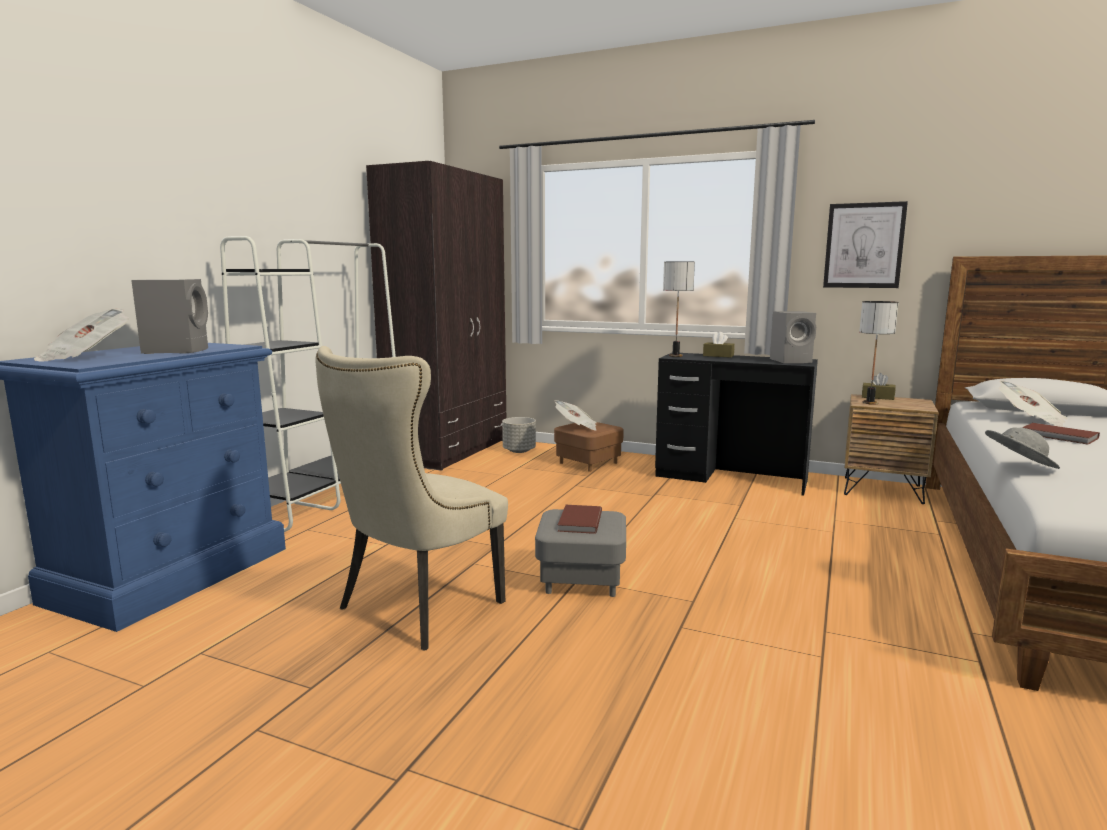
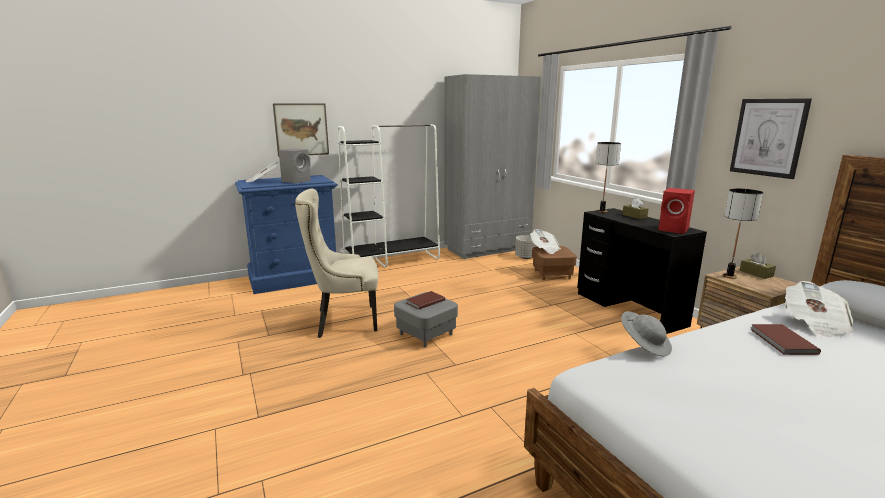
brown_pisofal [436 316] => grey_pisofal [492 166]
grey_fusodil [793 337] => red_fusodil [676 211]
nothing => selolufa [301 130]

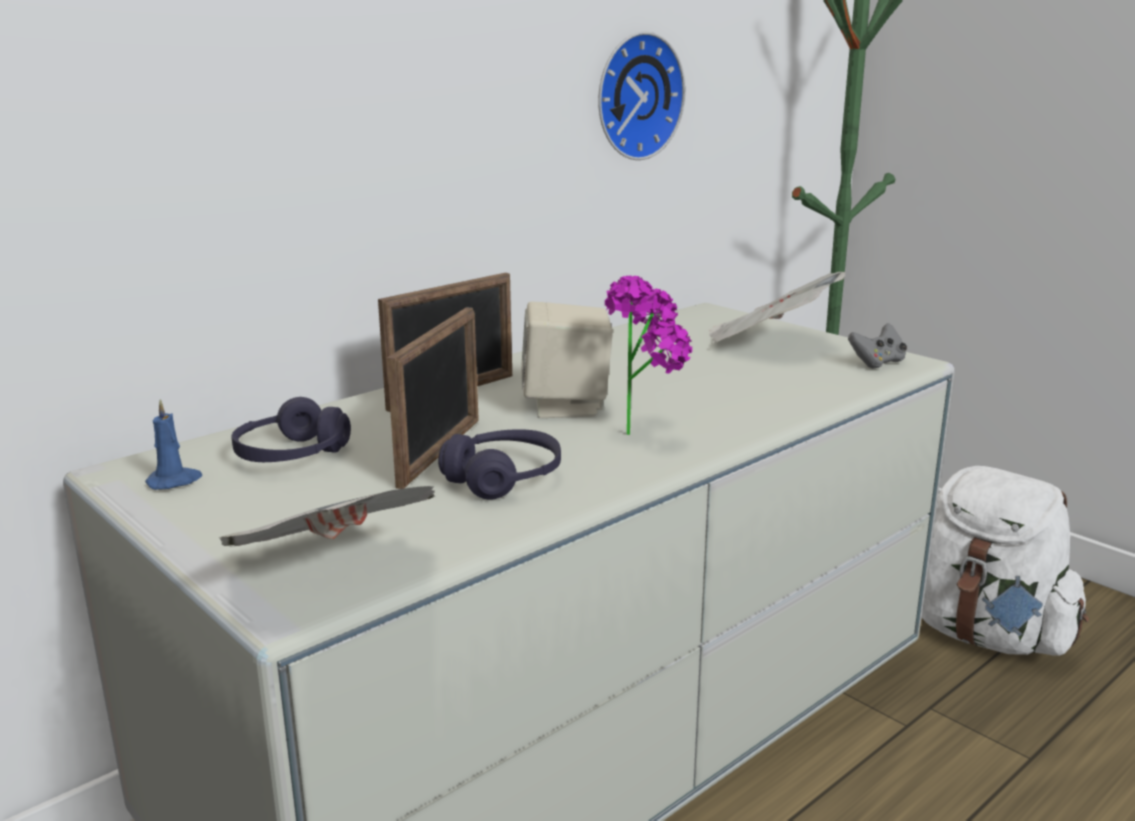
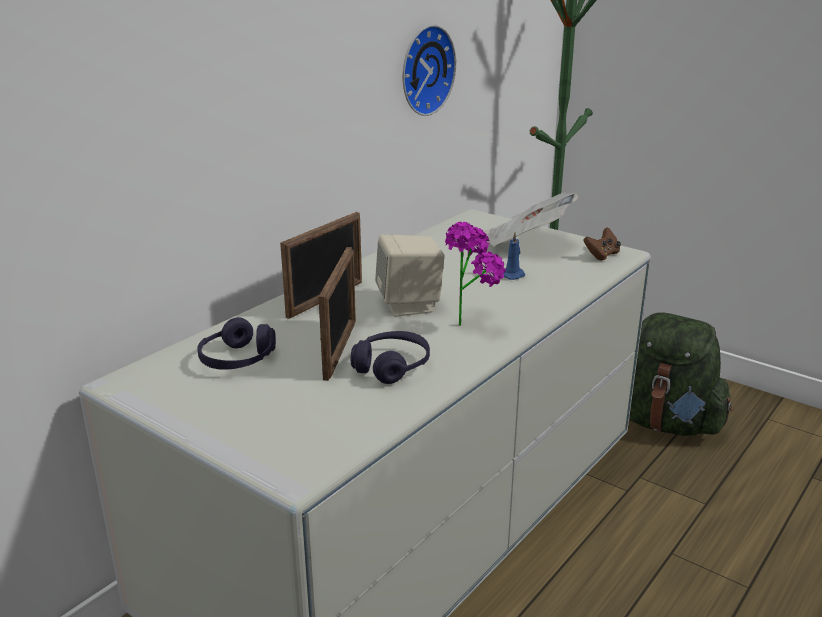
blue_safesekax [173 444] => blue_safesekax [514 256], relocated
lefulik [326 516] => nothing
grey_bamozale [877 345] => brown_bamozale [602 243]
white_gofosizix [1005 561] => green_gofosizix [681 374]

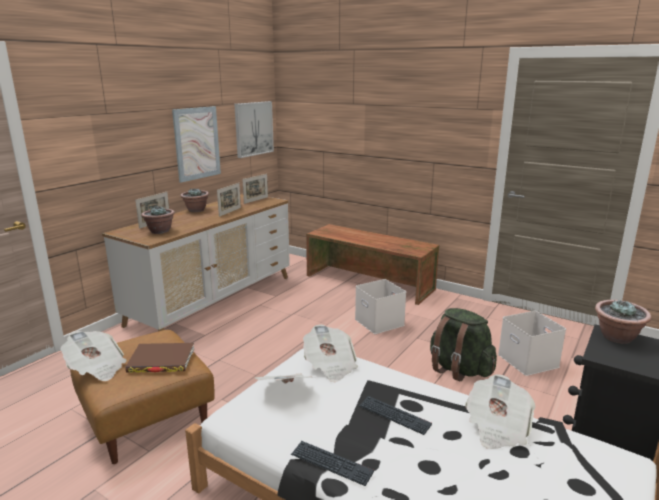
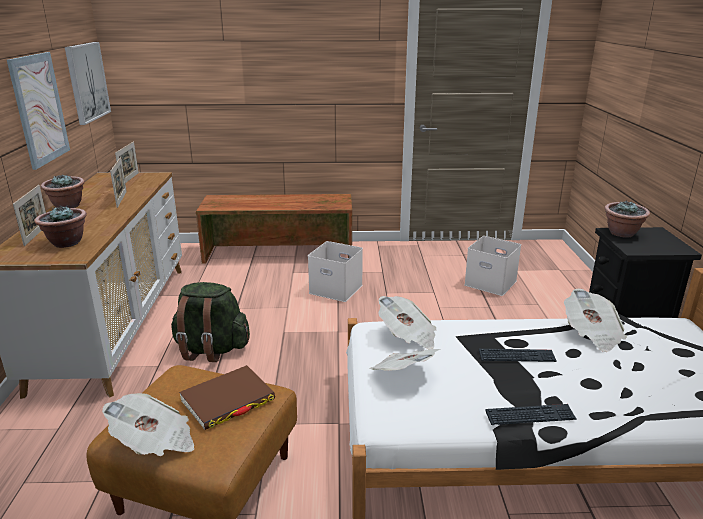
green_gofosizix [463 344] => green_gofosizix [210 322], relocated

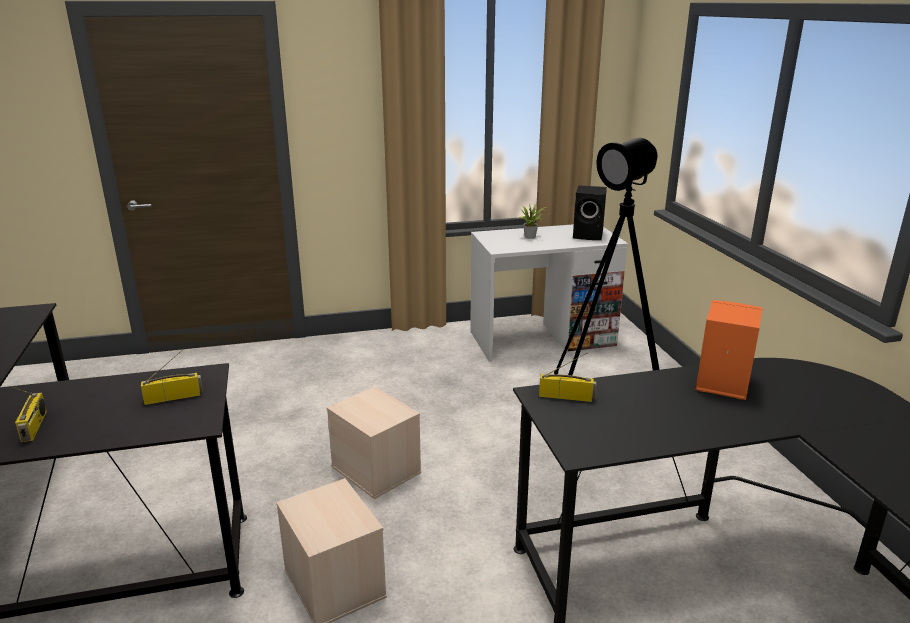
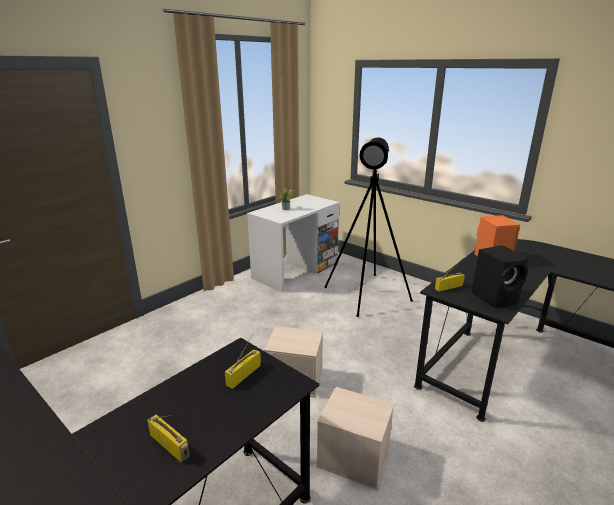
black_fusodil [590 212] => black_fusodil [500 276], relocated

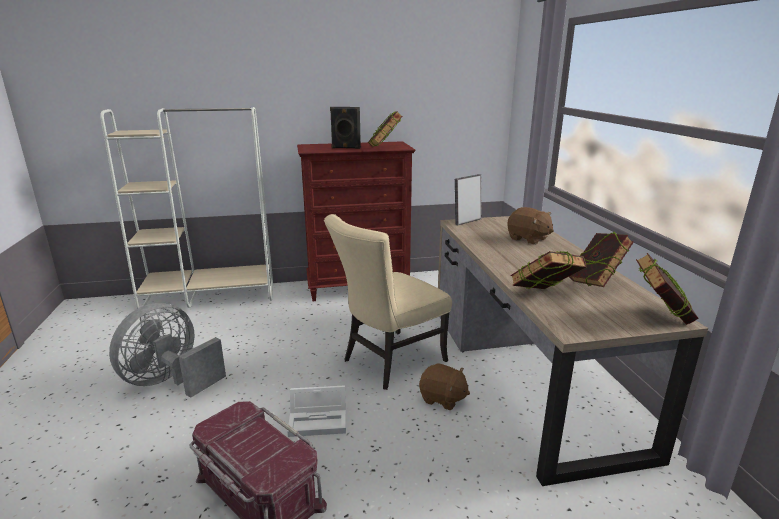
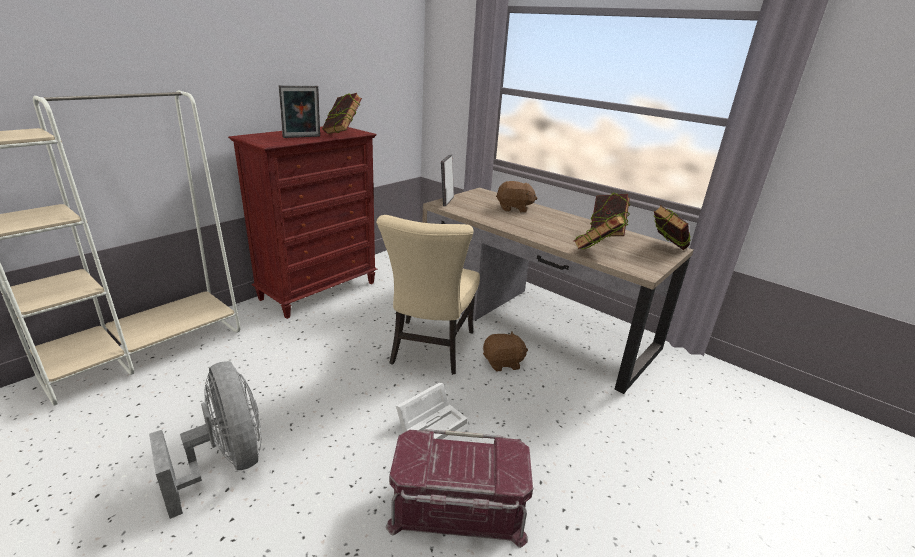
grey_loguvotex [167 350] => grey_loguvotex [205 440], 150 degrees clockwise
black_fusodil [345 128] => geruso [299 111]

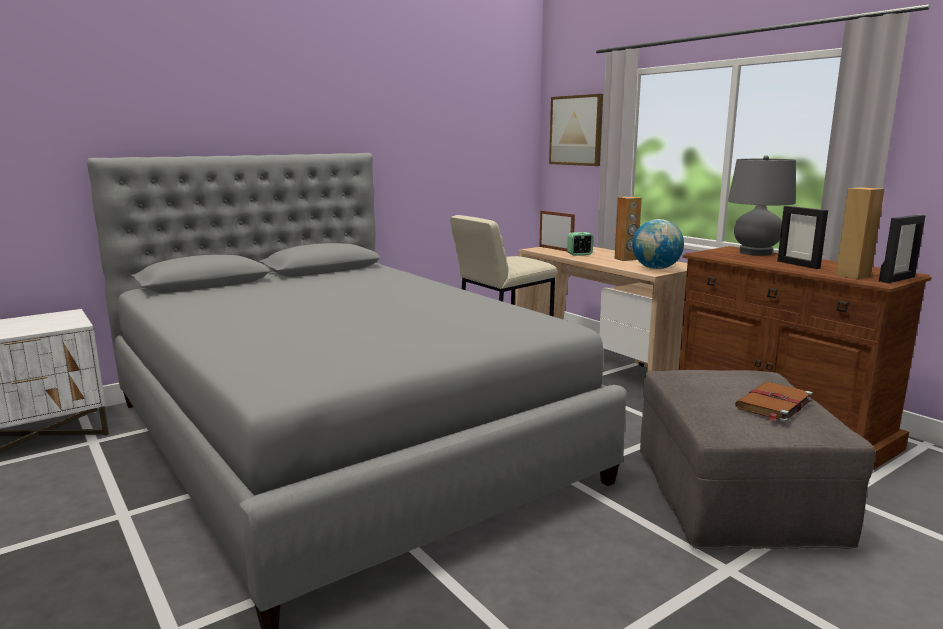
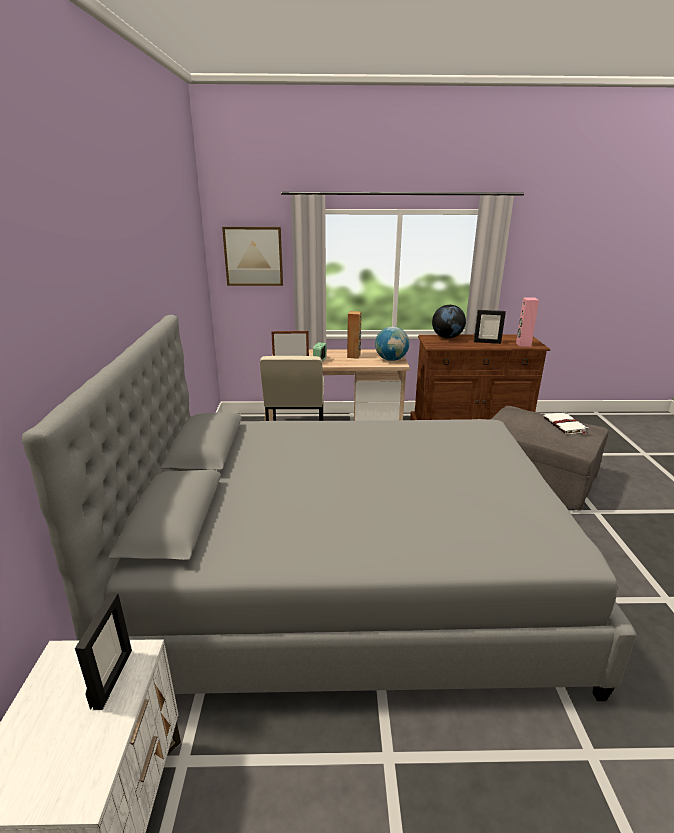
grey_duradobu [762 205] => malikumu [449 322]
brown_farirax [774 402] => white_farirax [566 423]
brown_fusodil [860 233] => pink_fusodil [527 322]
geruso [902 249] => geruso [103 651], relocated

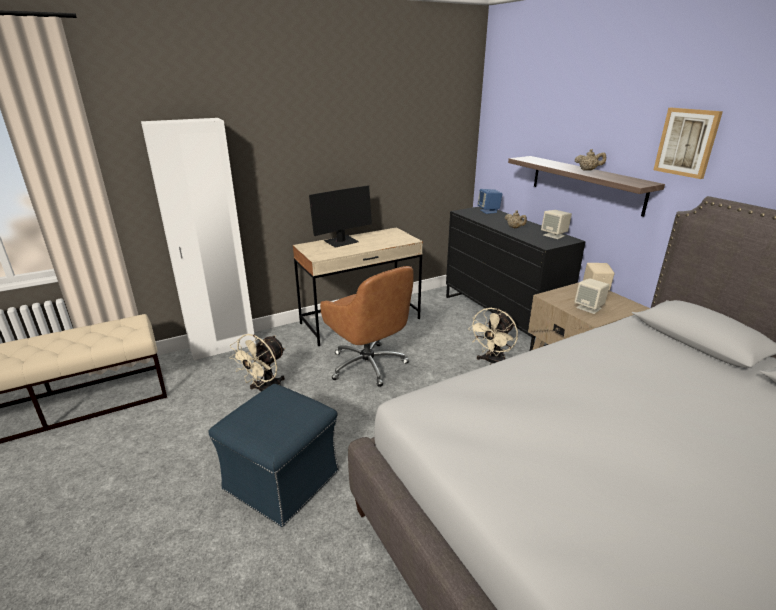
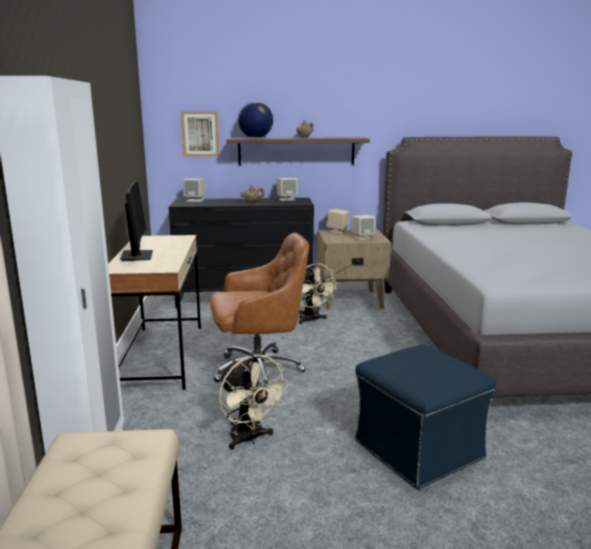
blue_fusodil [489 201] => beige_fusodil [194 190]
selolufa [688 143] => selolufa [200 134], relocated
nothing => malikumu [255 120]

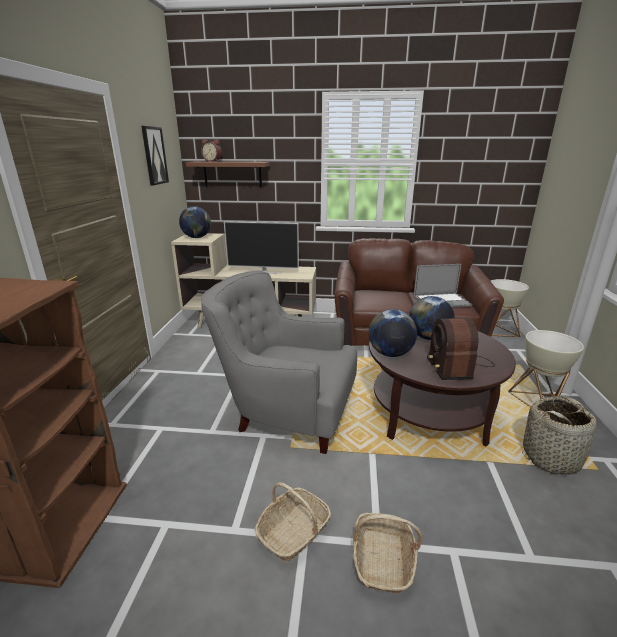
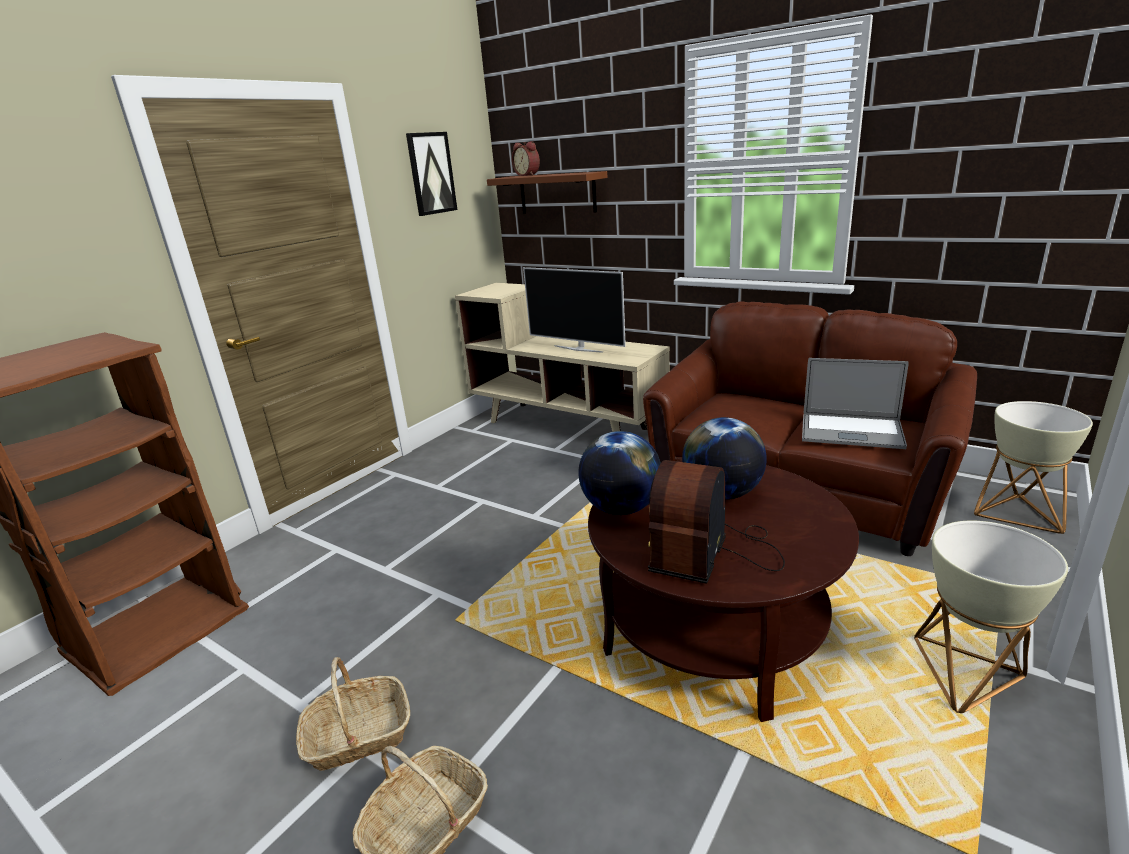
malikumu [195 222] => nothing
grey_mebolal [279 362] => nothing
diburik [559 435] => nothing

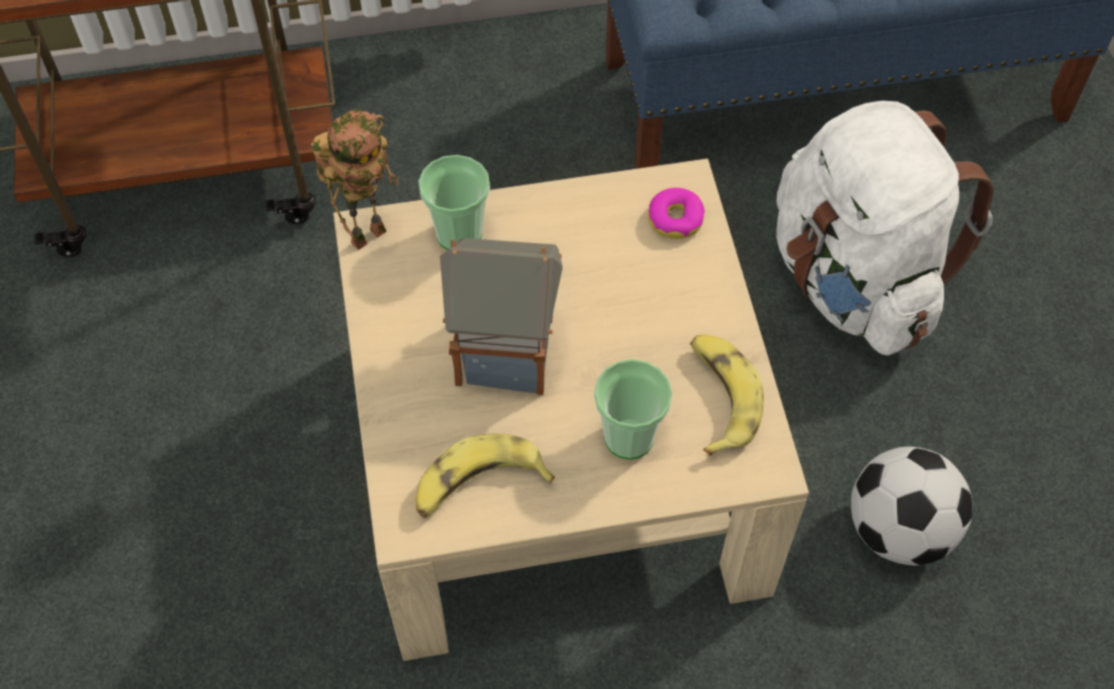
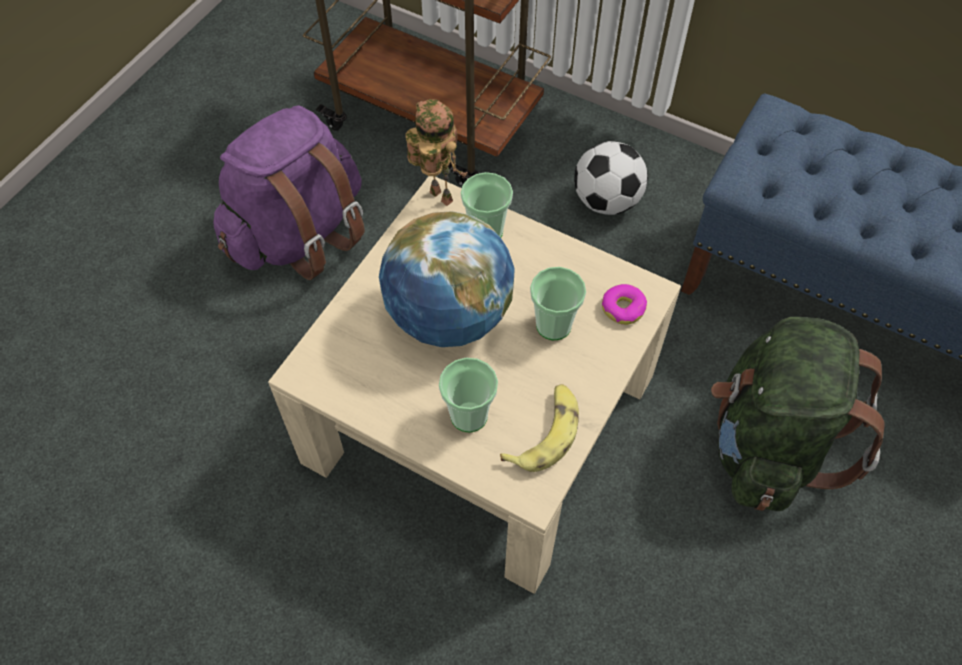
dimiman [355 180] => dimiman [436 152], 135 degrees counterclockwise
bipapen [485 475] => nothing
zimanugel [501 316] => malikumu [447 279]
white_gofosizix [885 228] => green_gofosizix [798 414]
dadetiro [911 506] => dadetiro [611 178], relocated
nothing => purple_gofosizix [289 192]
nothing => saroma [558 303]

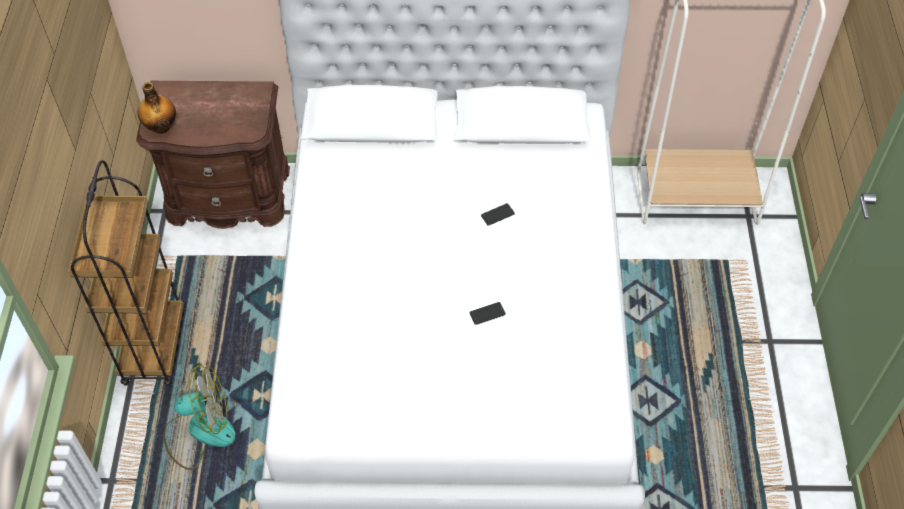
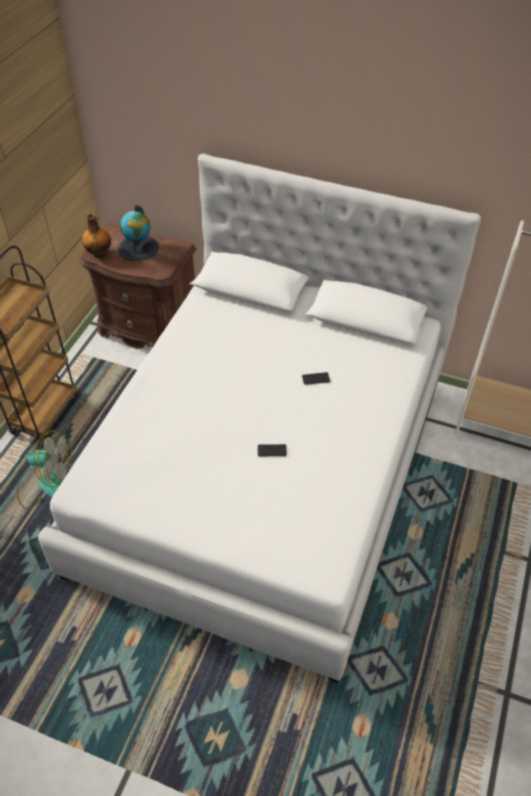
nothing => malikumu [138 233]

